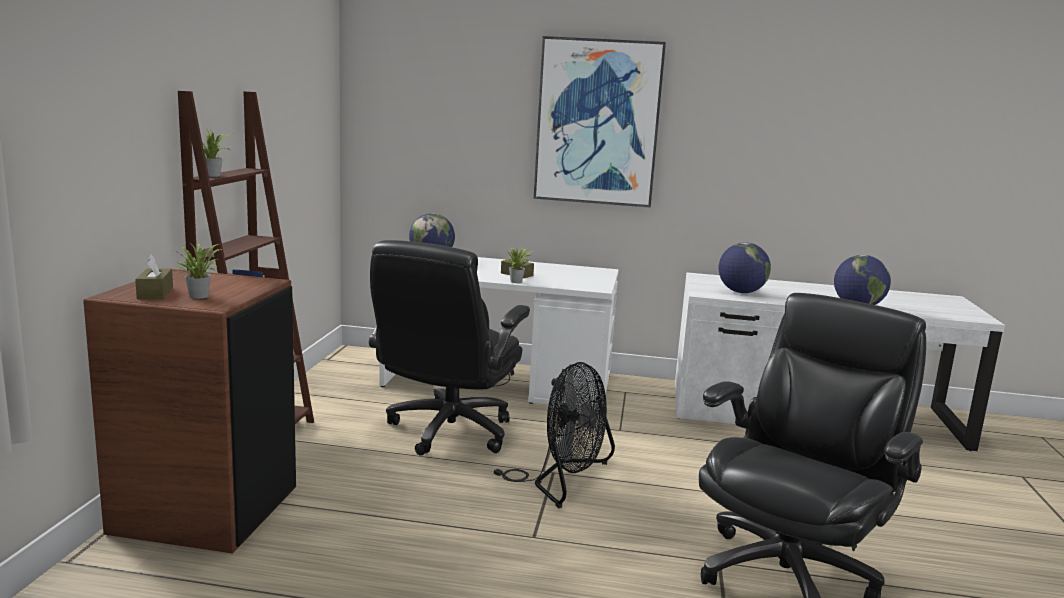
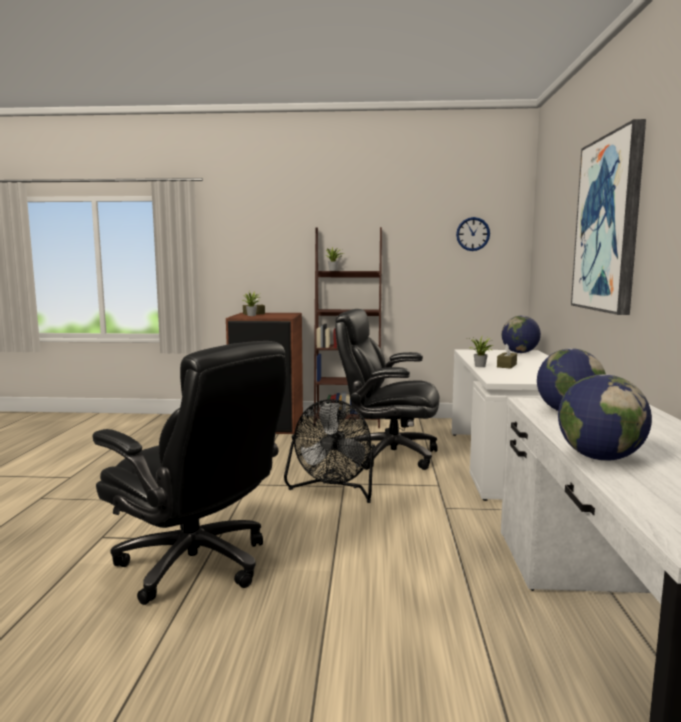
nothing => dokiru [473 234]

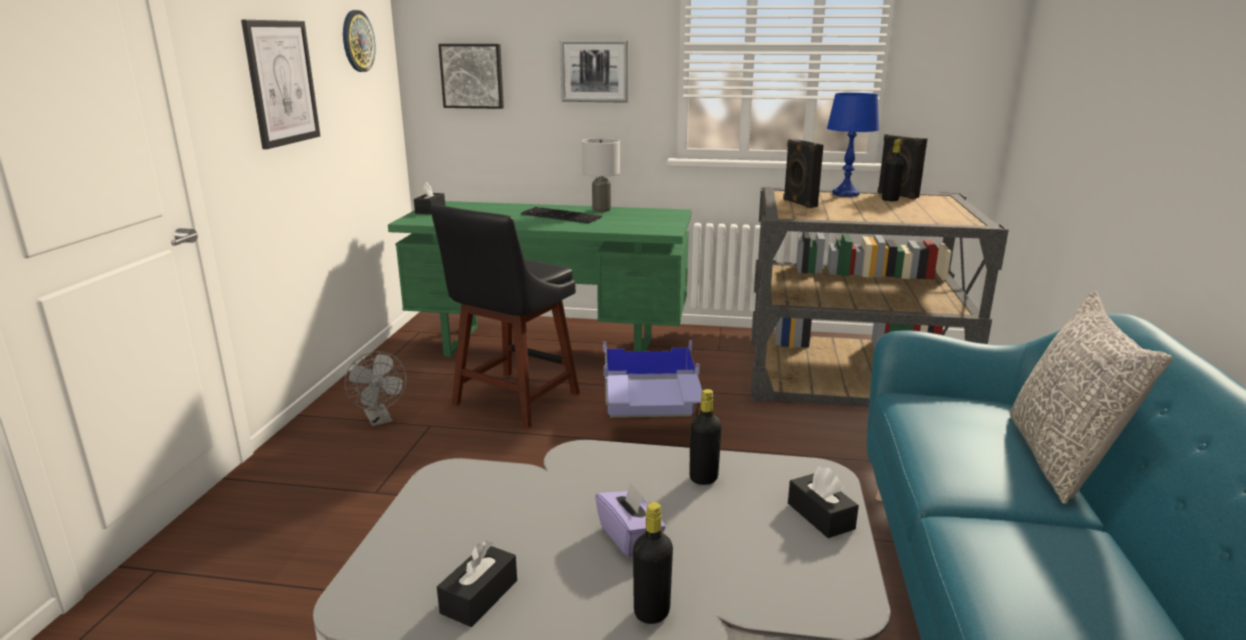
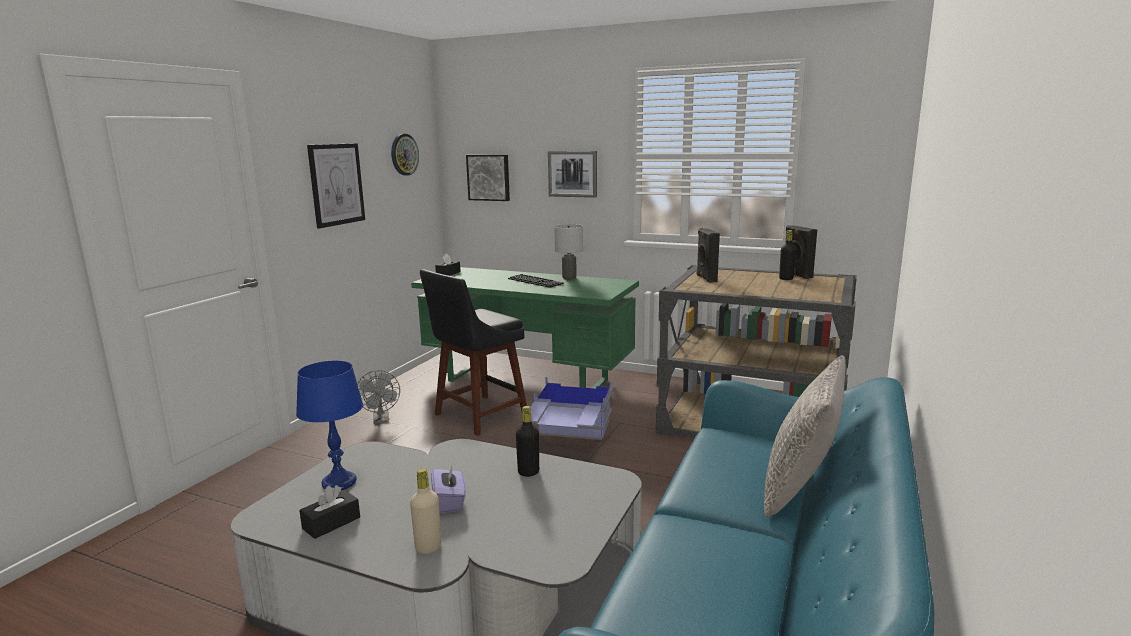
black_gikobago [653 563] => beige_gikobago [425 511]
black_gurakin [823 502] => nothing
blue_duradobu [853 145] => blue_duradobu [329 425], relocated

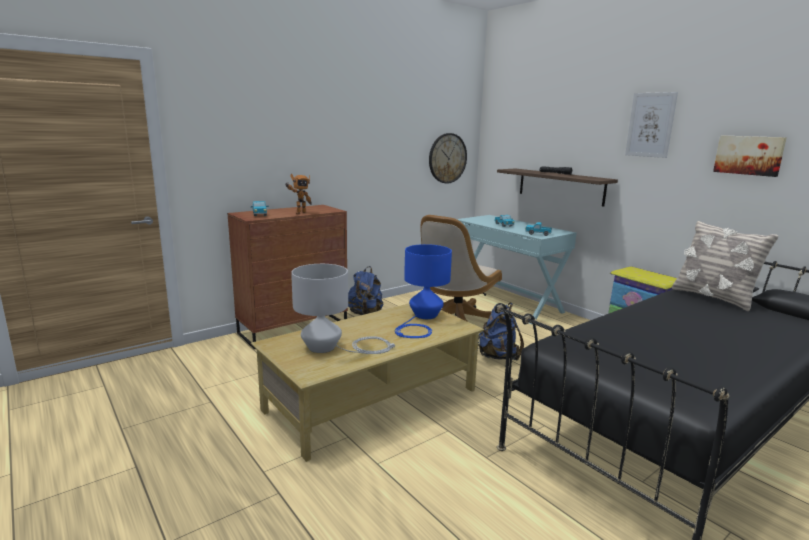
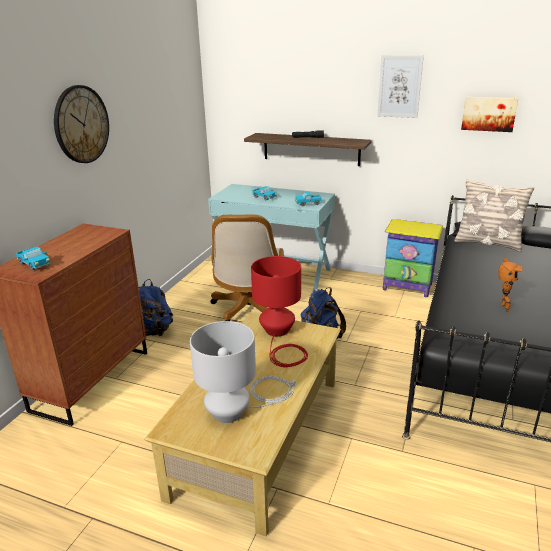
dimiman [298 194] => dimiman [510 285], relocated
blue_duradobu [423 291] => red_duradobu [279 312]
dokiru [448 158] => dokiru [81 124], relocated

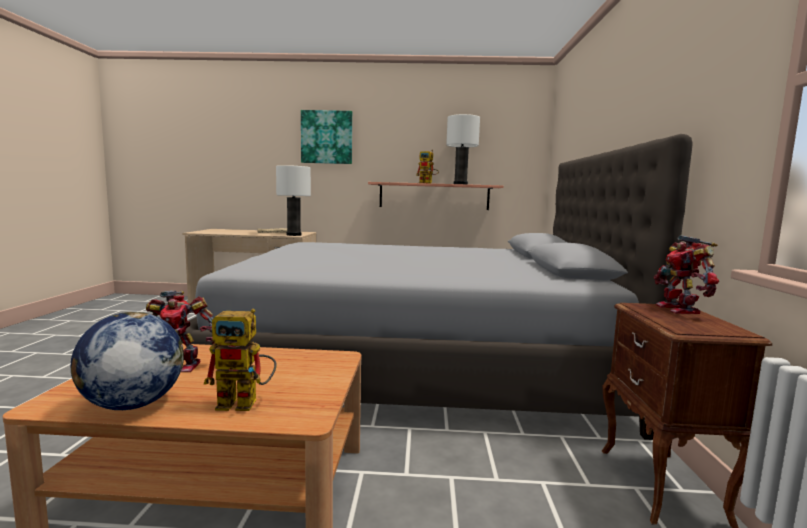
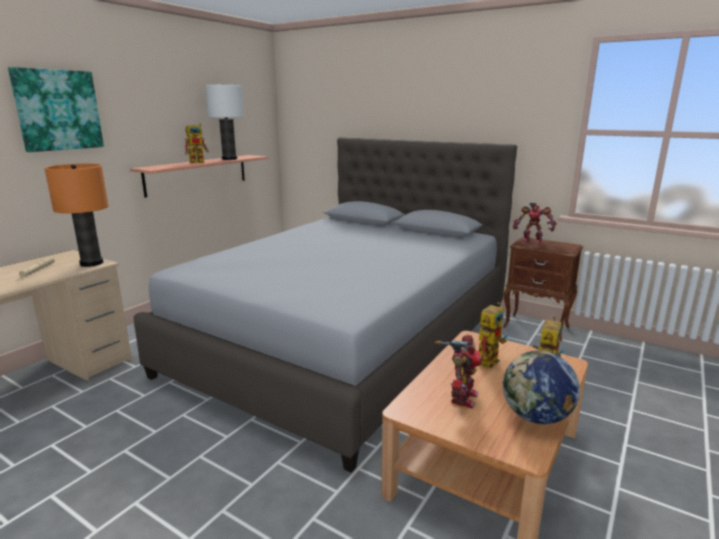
white_duradobu [293 200] => orange_duradobu [76 215]
nothing => dimiman [493 335]

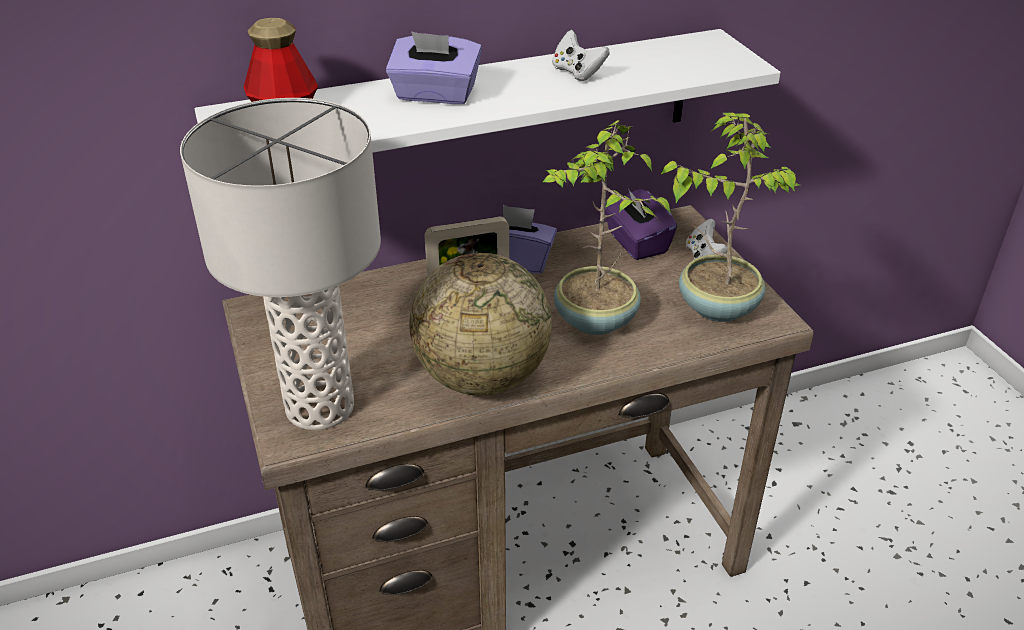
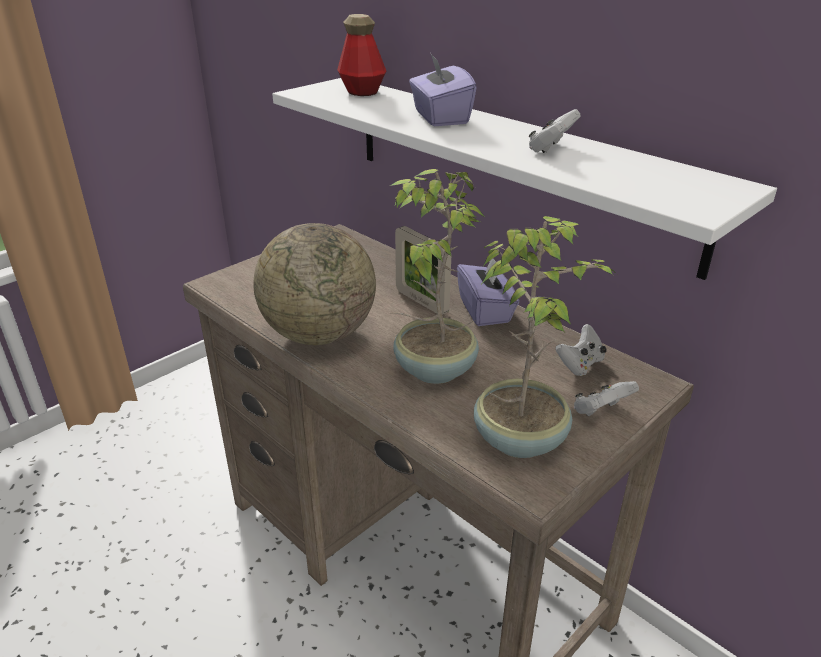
white_duradobu [280 264] => nothing
purple_gurakin [641 224] => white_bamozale [580 350]

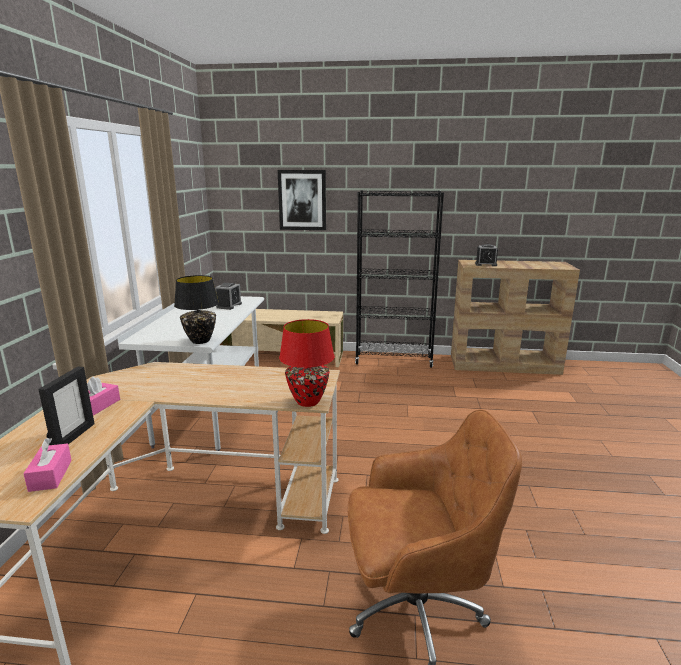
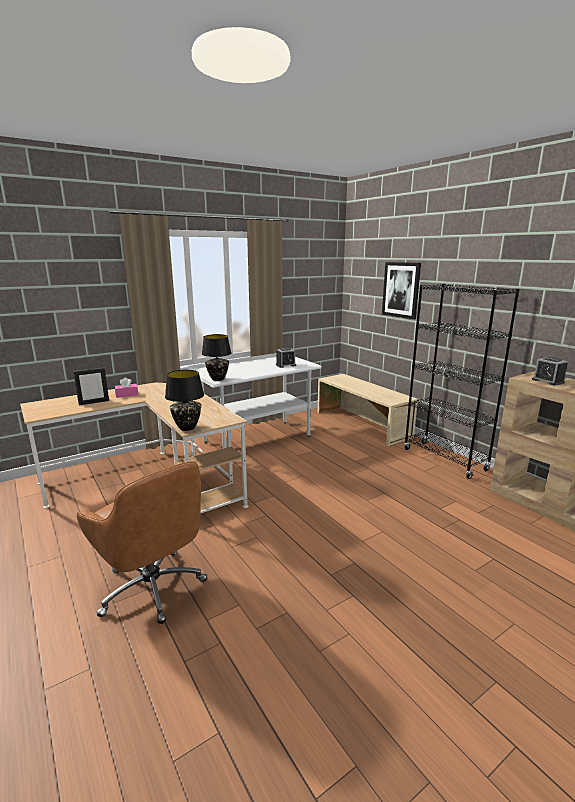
pink_gurakin [47 465] => nothing
red_duradobu [306 363] => black_duradobu [184 400]

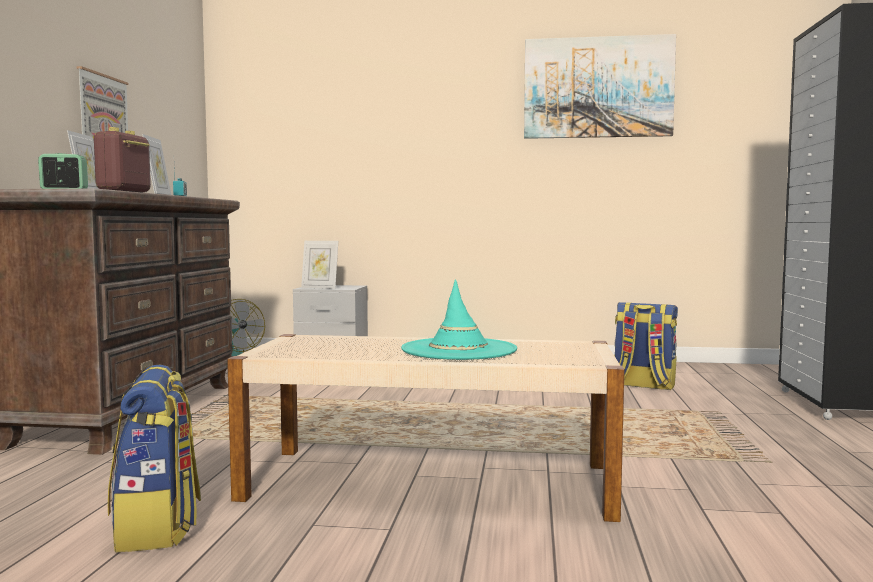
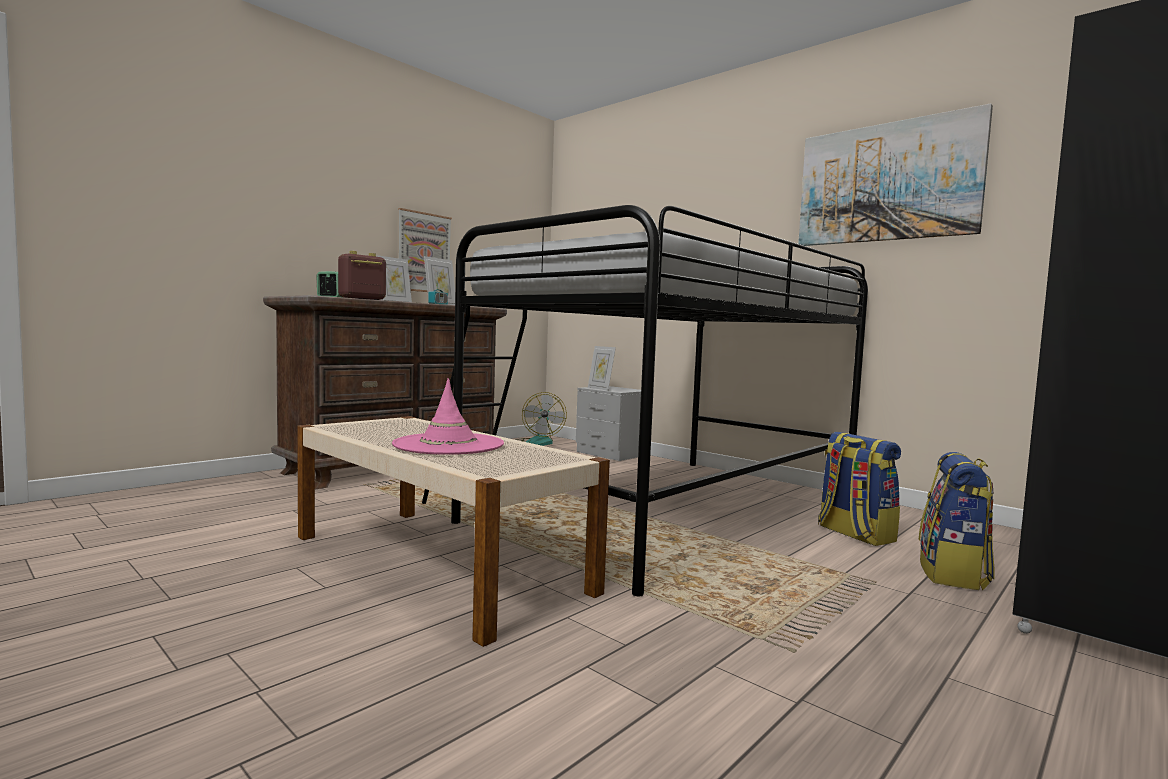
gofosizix [154 458] => gofosizix [957 521], relocated
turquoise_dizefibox [459 319] => pink_dizefibox [448 416]
nothing => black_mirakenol [645 400]

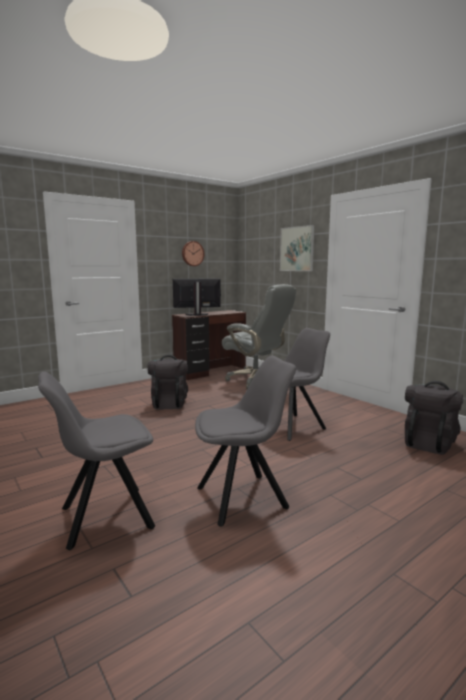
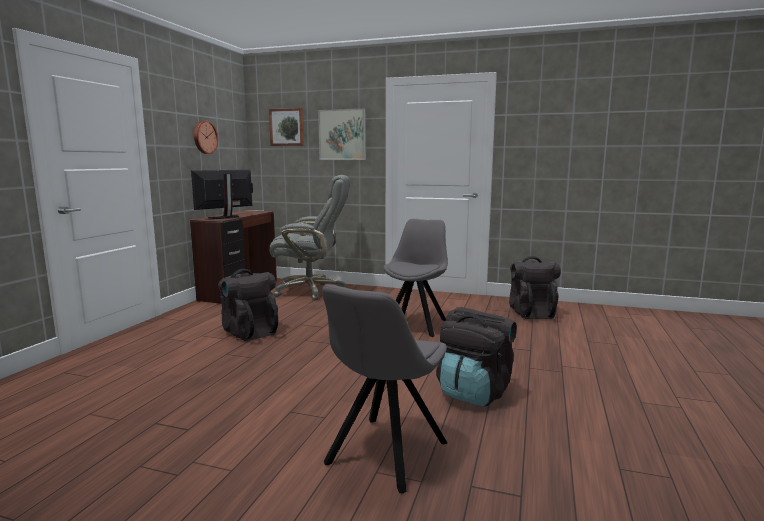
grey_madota [245 441] => black_gofosizix [476 356]
nothing => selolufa [286 127]

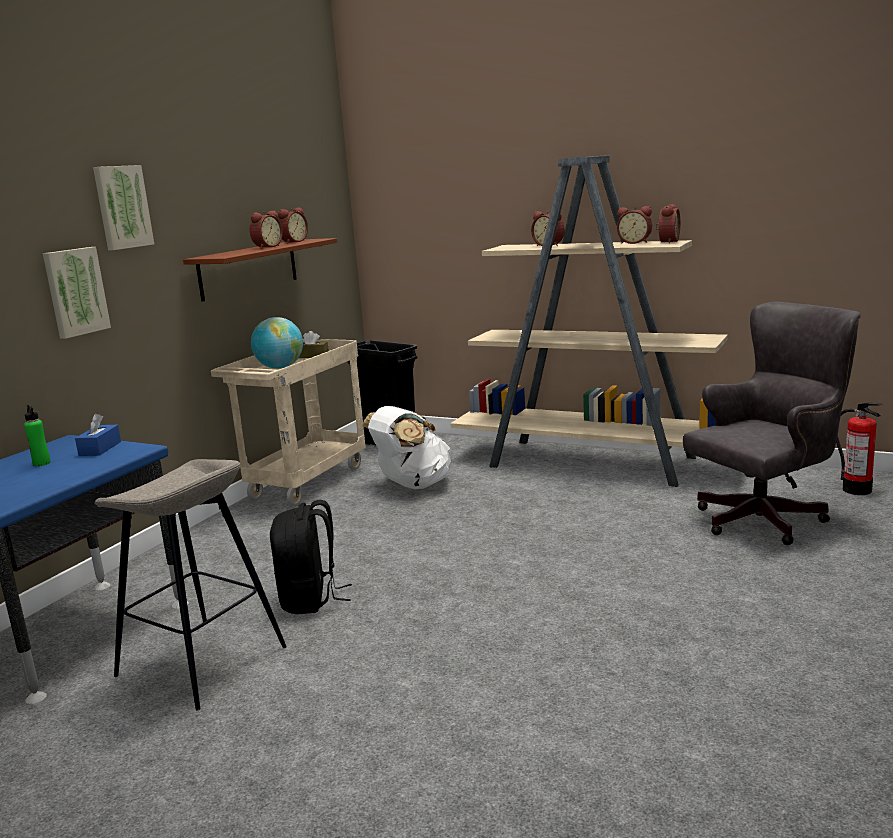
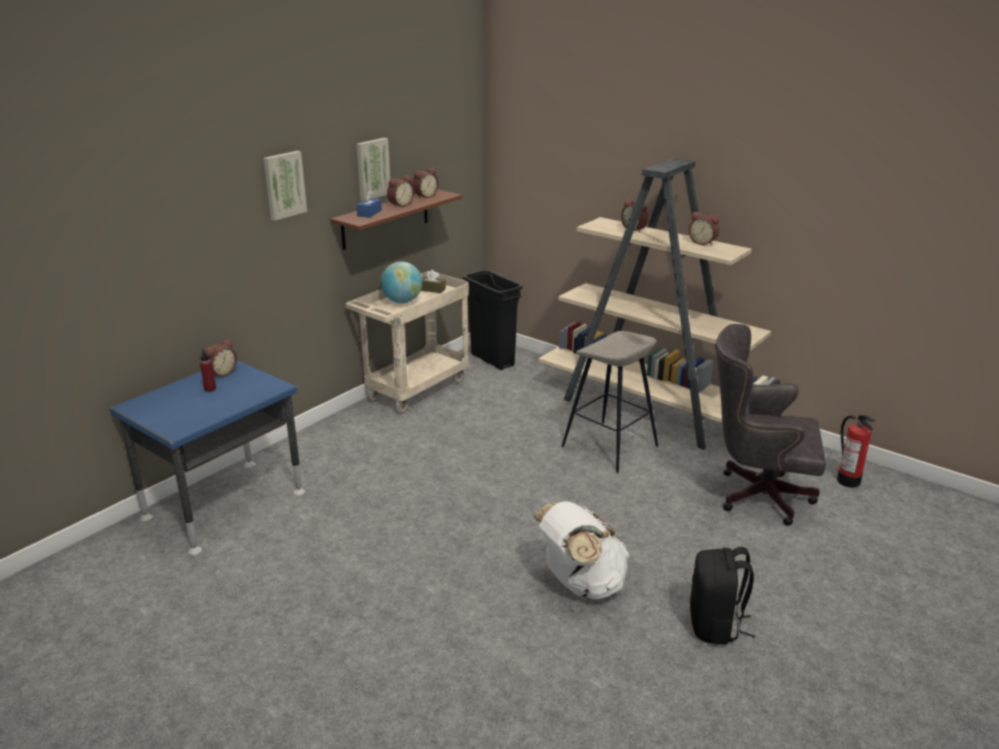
green_gikobago [37 435] => red_gikobago [208 370]
selolufa [77 293] => selolufa [373 169], relocated
blue_gurakin [98 435] => blue_gurakin [369 204], relocated
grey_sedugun [190 585] => grey_sedugun [609 402], relocated
black_gofosizix [311 557] => black_gofosizix [722 596], relocated
white_gofosizix [406 447] => white_gofosizix [581 550], relocated
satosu [668 223] => satosu [220 358], relocated
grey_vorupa [772 423] => grey_vorupa [771 425], 150 degrees counterclockwise

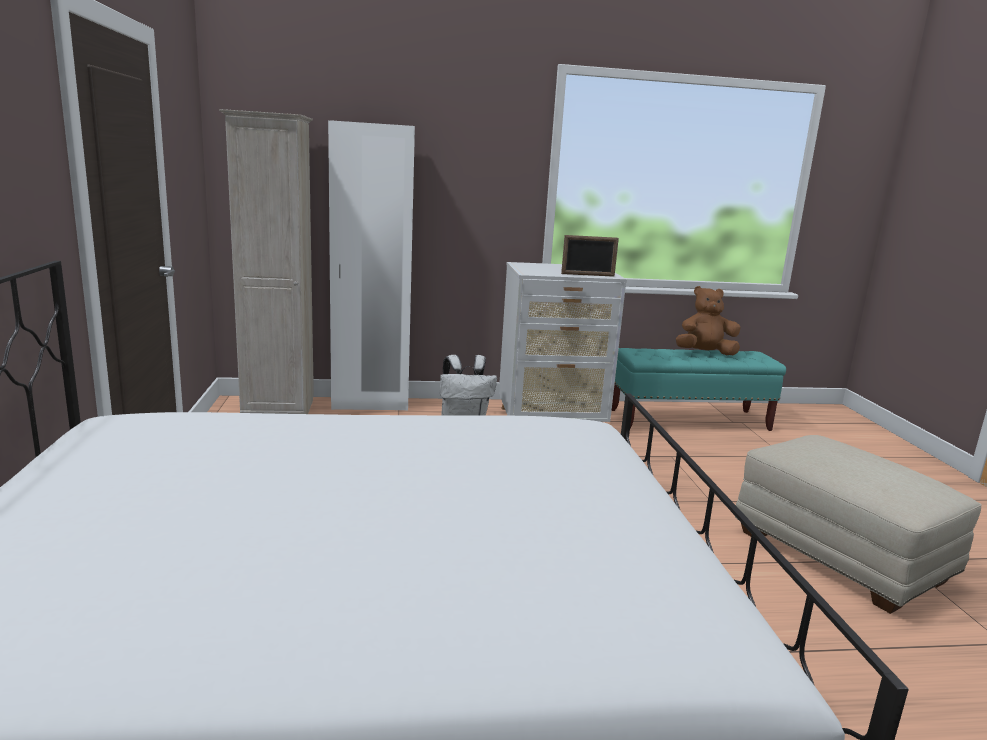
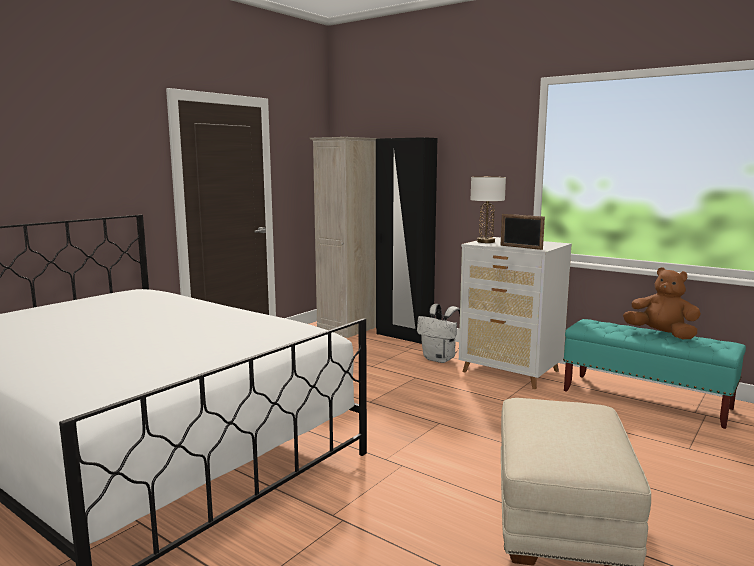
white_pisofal [371 265] => black_pisofal [406 240]
nothing => duradobu [488 210]

